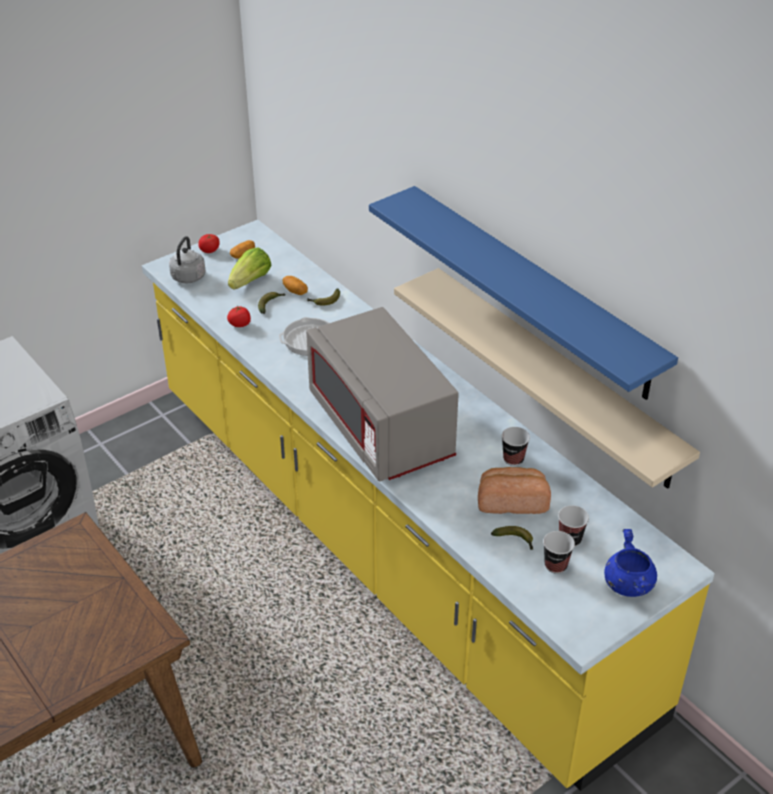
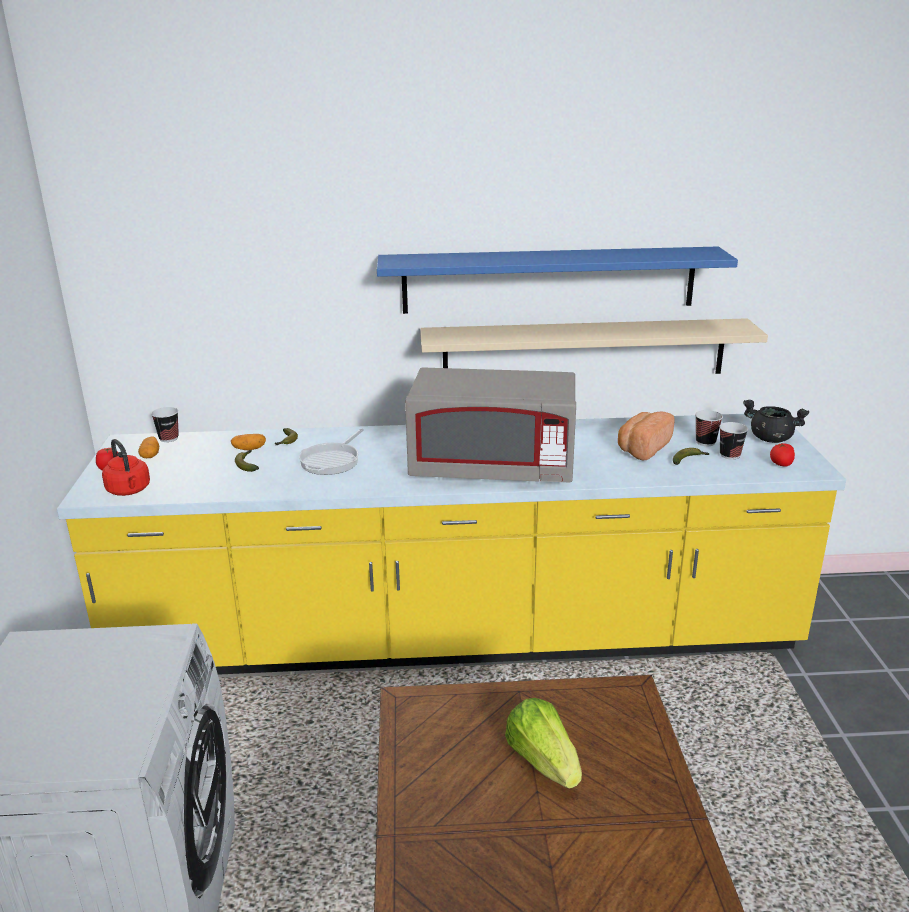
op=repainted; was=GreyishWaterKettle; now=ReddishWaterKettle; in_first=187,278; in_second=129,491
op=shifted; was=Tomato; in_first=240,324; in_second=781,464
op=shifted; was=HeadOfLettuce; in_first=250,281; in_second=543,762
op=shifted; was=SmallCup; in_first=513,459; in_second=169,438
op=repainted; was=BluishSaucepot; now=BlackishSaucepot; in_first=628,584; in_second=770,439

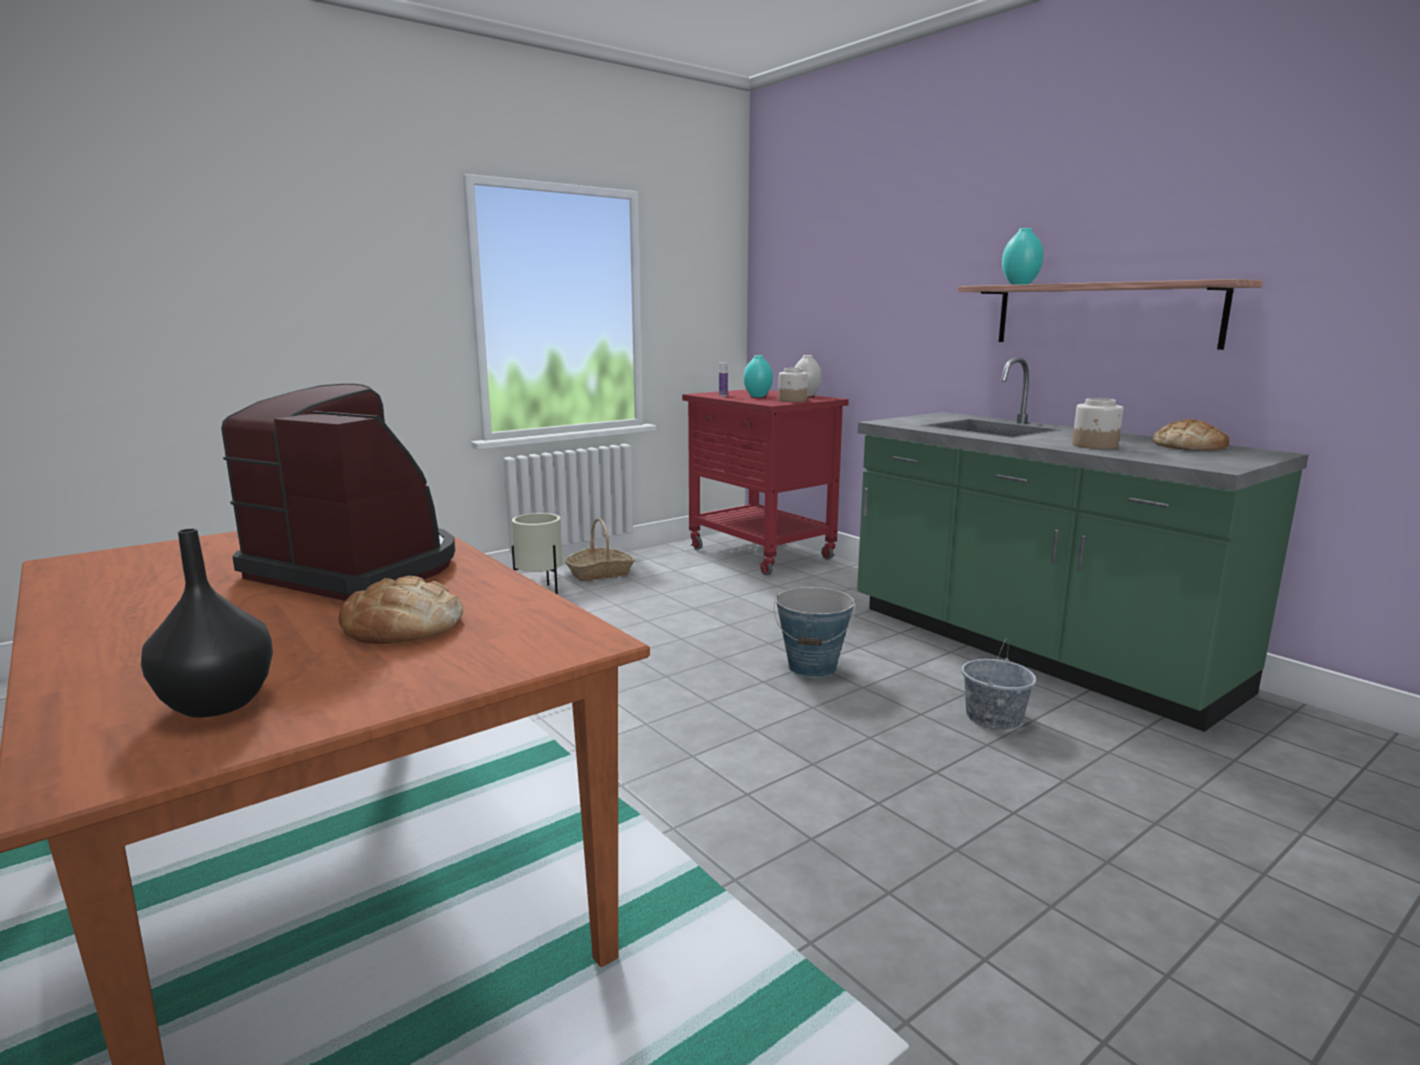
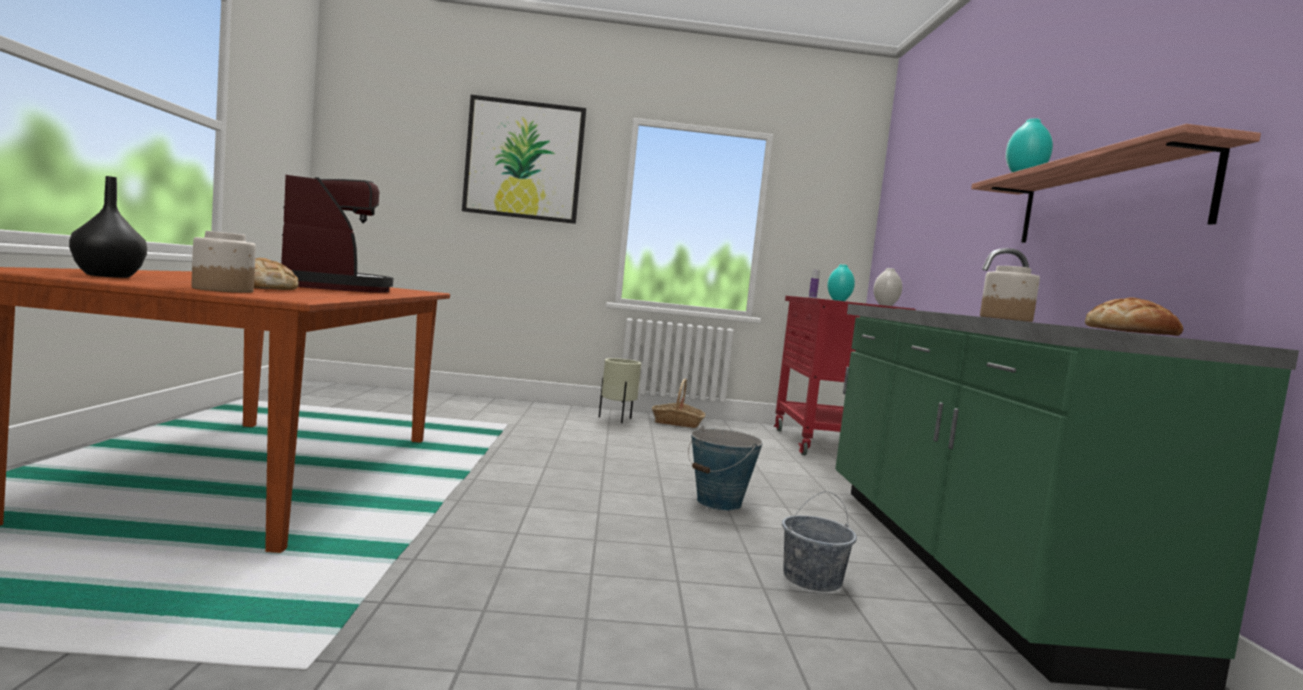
op=shifted; was=PreserveJar; in_first=792,400; in_second=222,290
op=new; now=Picture; in_second=524,160

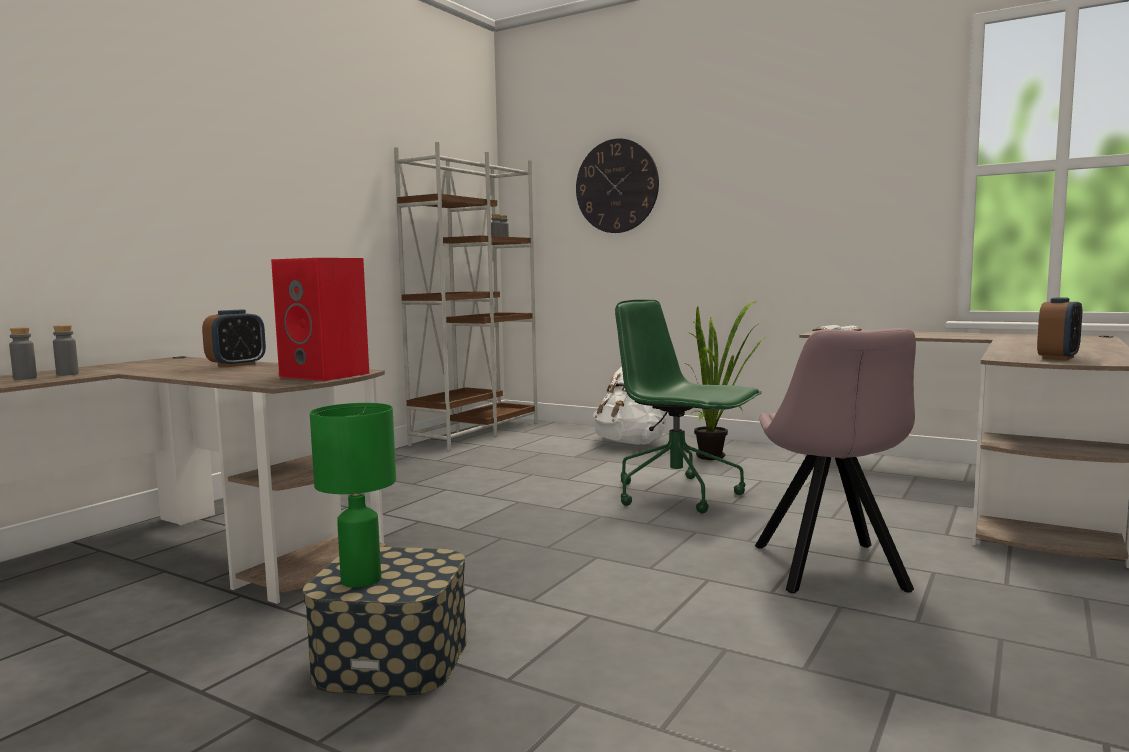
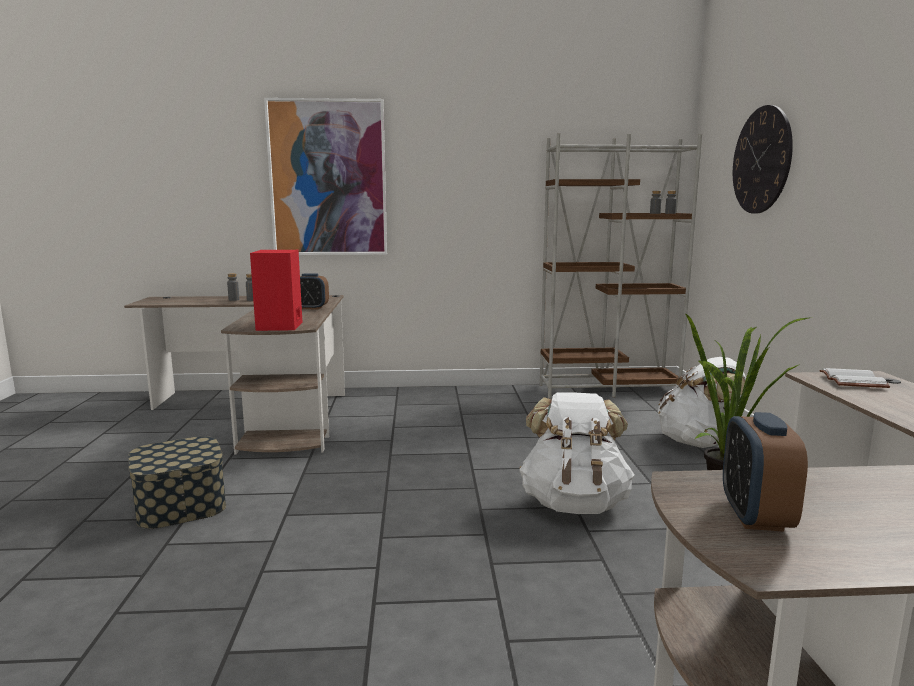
op=gone; was=GreenColouredLampForATable; in_first=362,579
op=swapped; was=GreenColouredOfficeChair; now=WhitishKnapsack; in_first=682,495; in_second=574,503
op=gone; was=PinkishPlainChair; in_first=830,568
op=rotated; was=BedsideClock; in_first=1058,358; in_second=755,516; clockwise=90
op=new; now=Picture; in_second=328,178

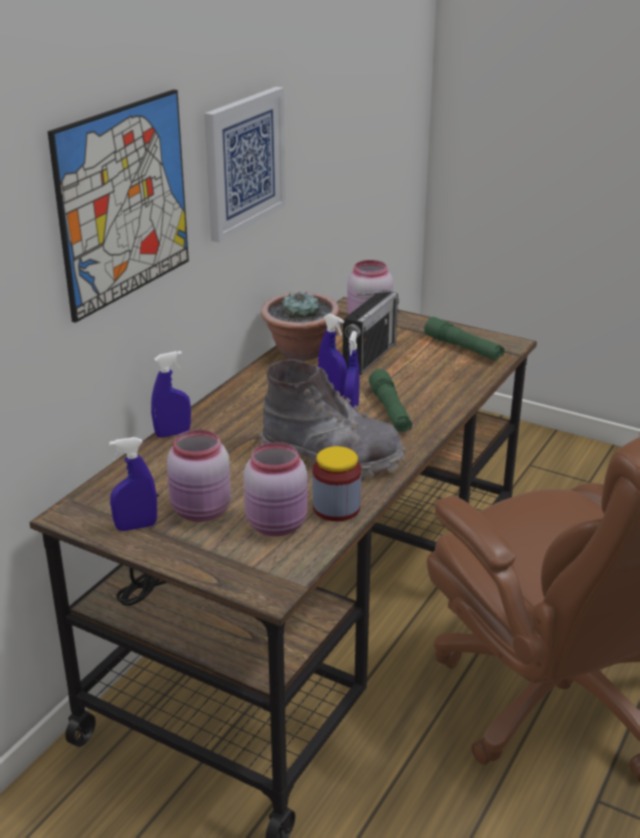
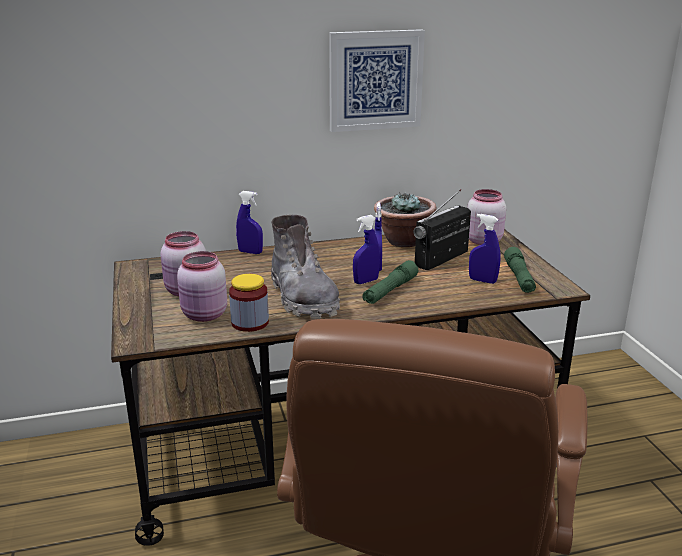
op=gone; was=Picture; in_first=123,202
op=shifted; was=BluishHandSprayer; in_first=136,526; in_second=482,281
op=rotated; was=RadioReceiver; in_first=369,357; in_second=441,259; clockwise=150

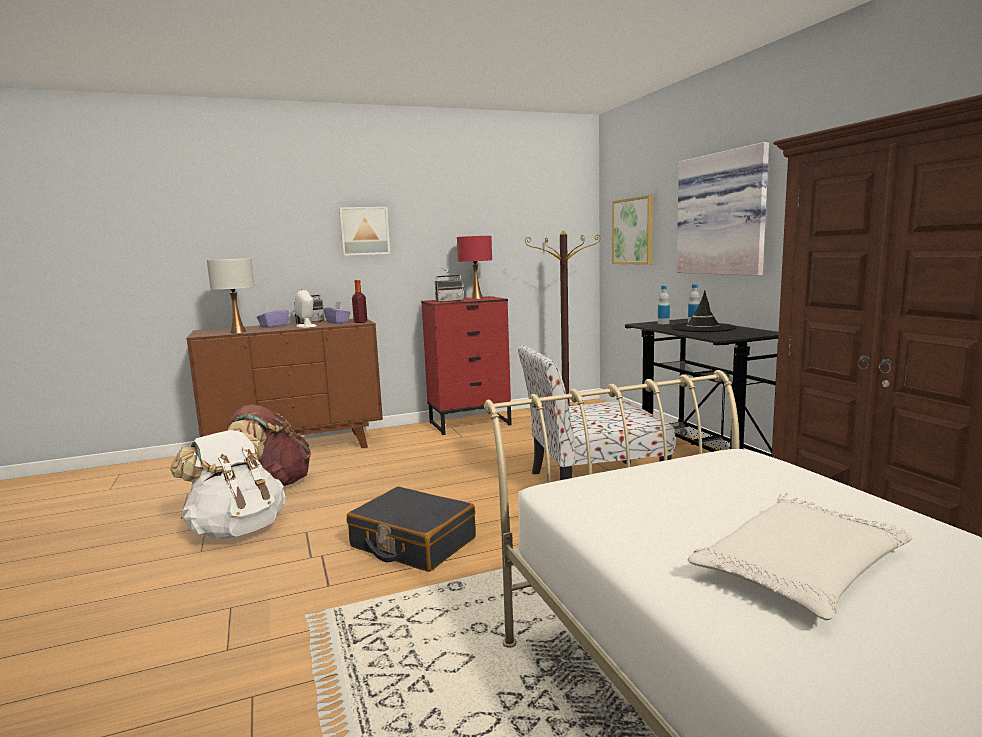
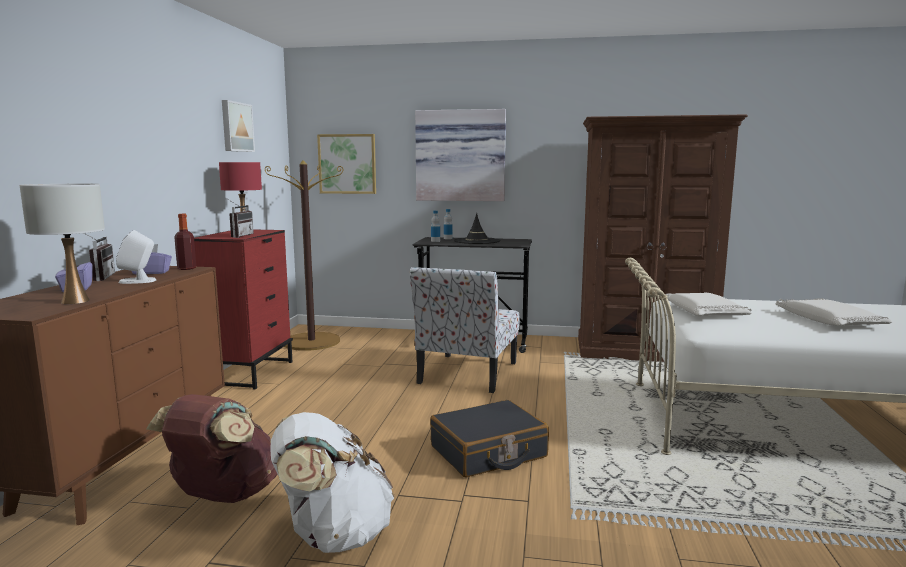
op=shifted; was=Picture; in_first=364,231; in_second=236,127
op=new; now=WhitishPillow; in_second=703,311

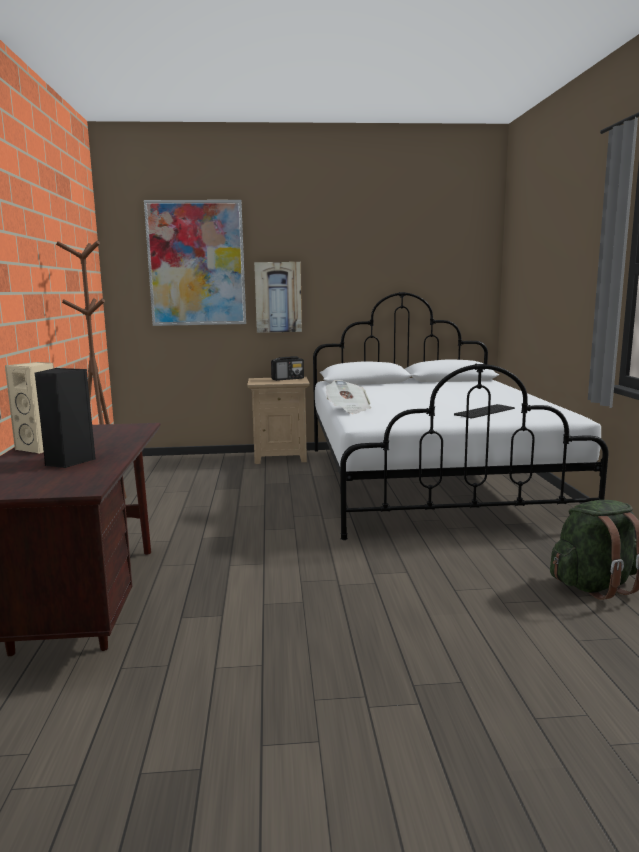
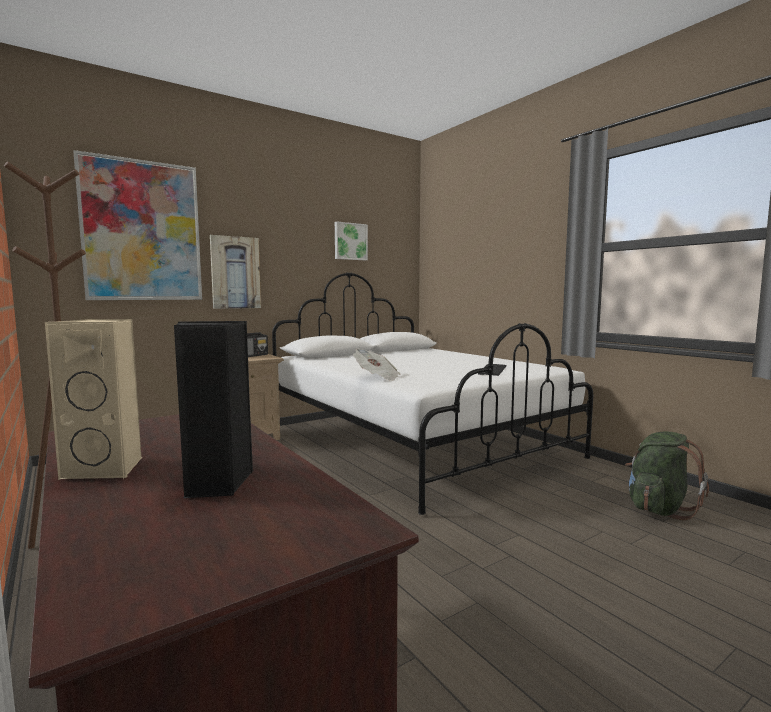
op=new; now=Picture; in_second=350,241

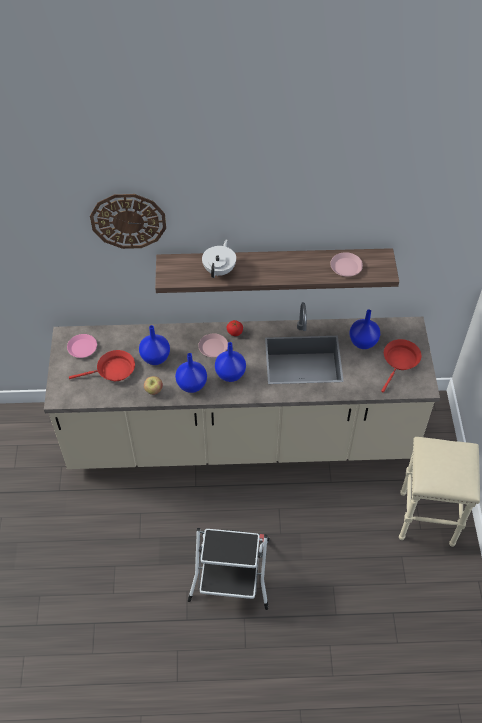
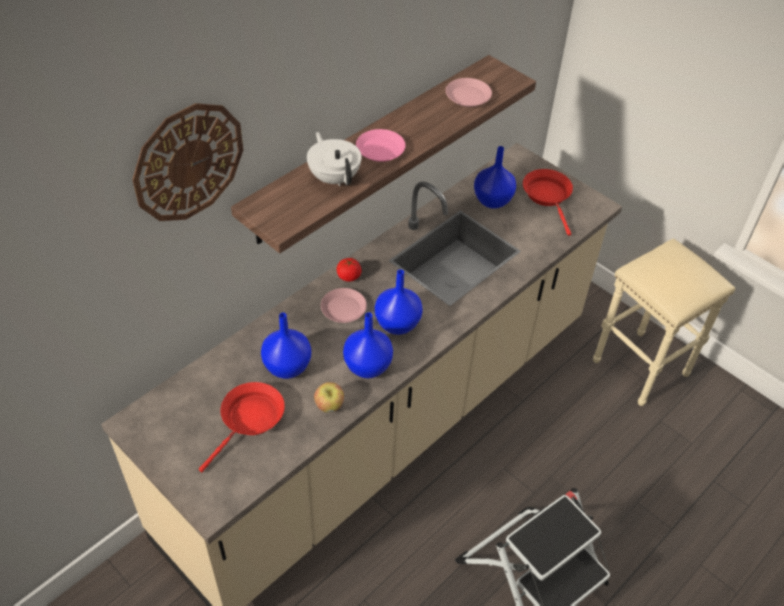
op=shifted; was=PinkishDinnerPlate; in_first=82,347; in_second=380,149

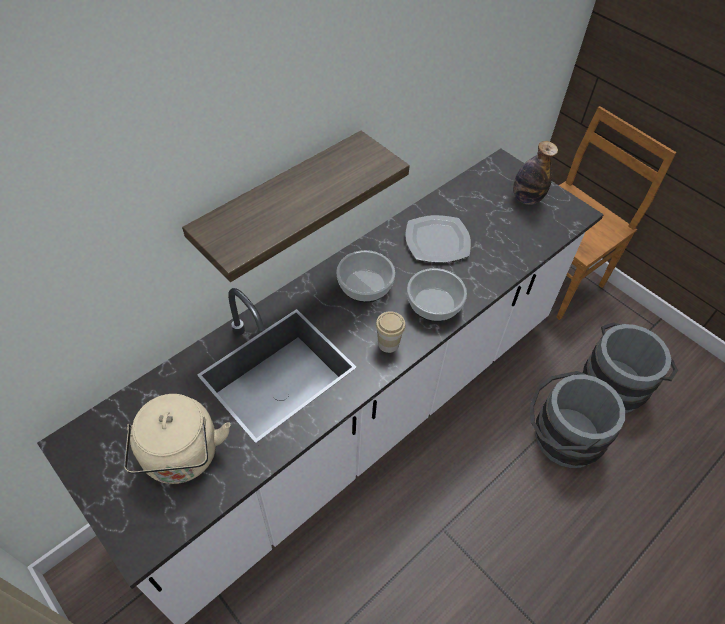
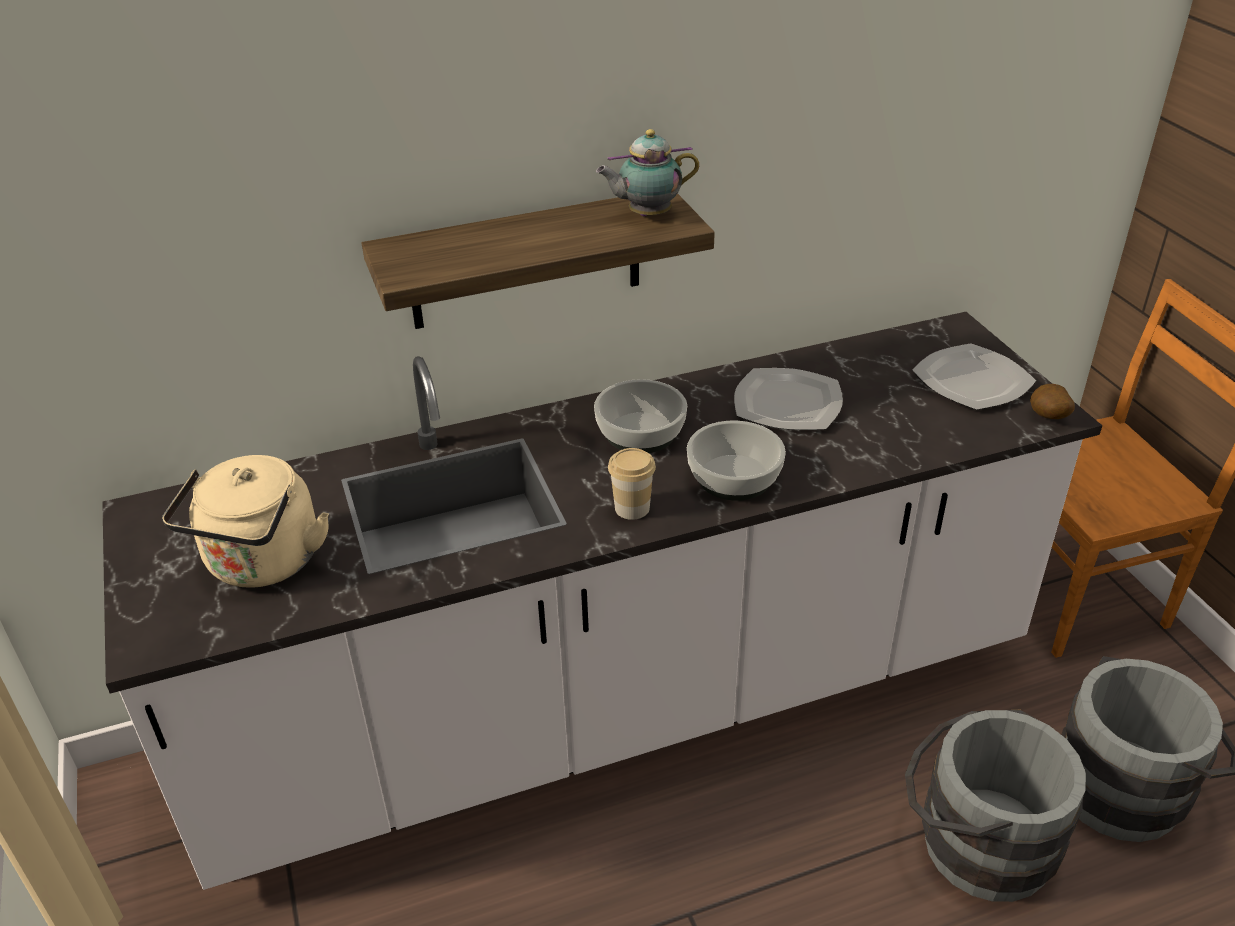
op=swapped; was=BeverageBottle; now=DinnerPlate; in_first=526,198; in_second=972,380
op=new; now=Teapot; in_second=646,215
op=new; now=Spud; in_second=1047,418

